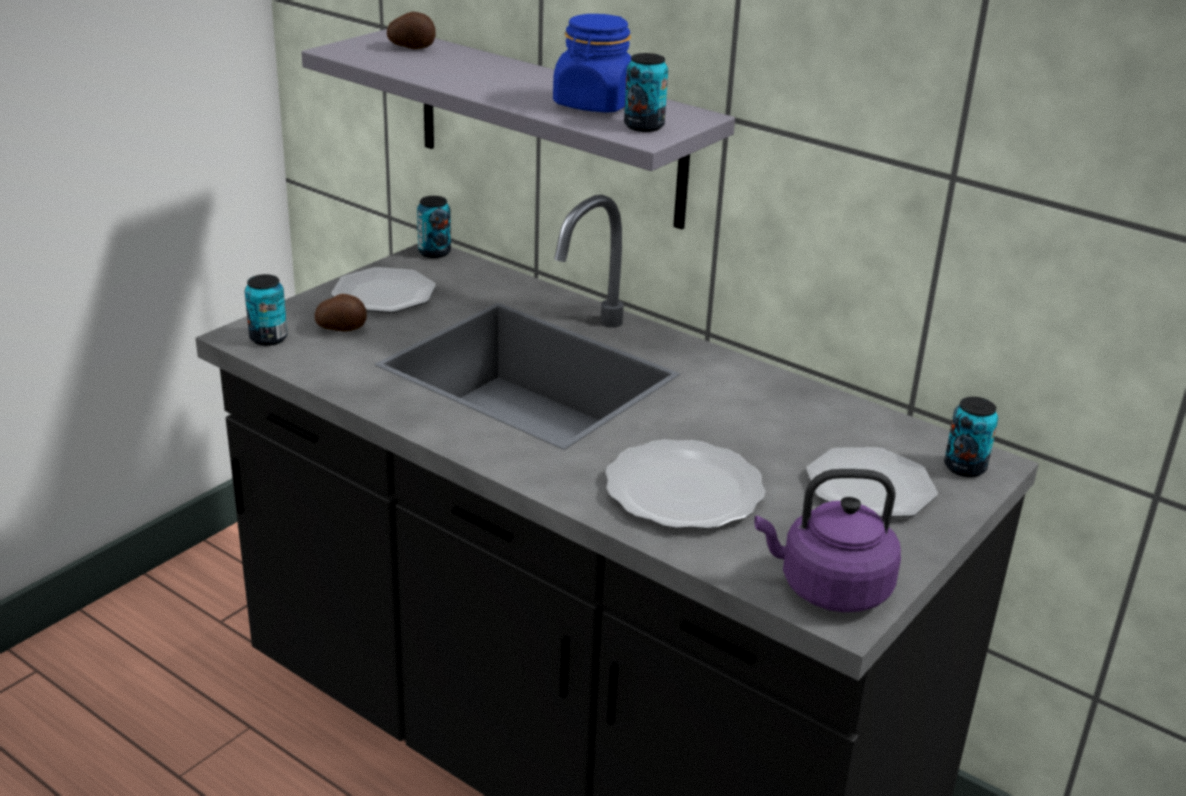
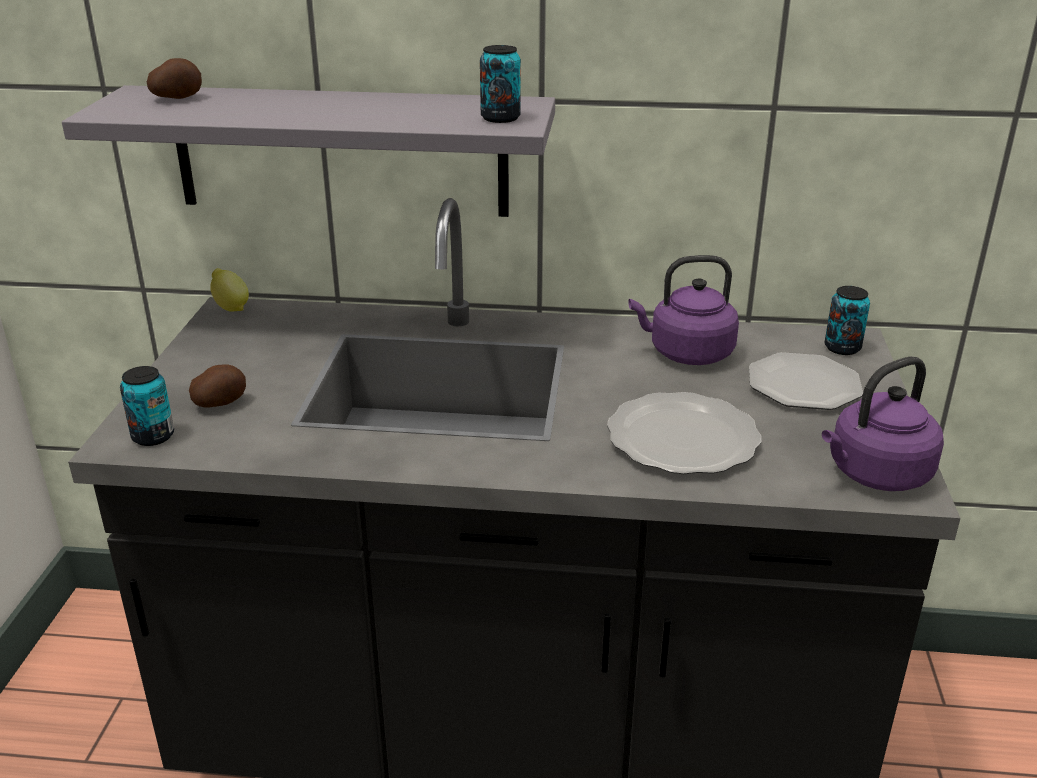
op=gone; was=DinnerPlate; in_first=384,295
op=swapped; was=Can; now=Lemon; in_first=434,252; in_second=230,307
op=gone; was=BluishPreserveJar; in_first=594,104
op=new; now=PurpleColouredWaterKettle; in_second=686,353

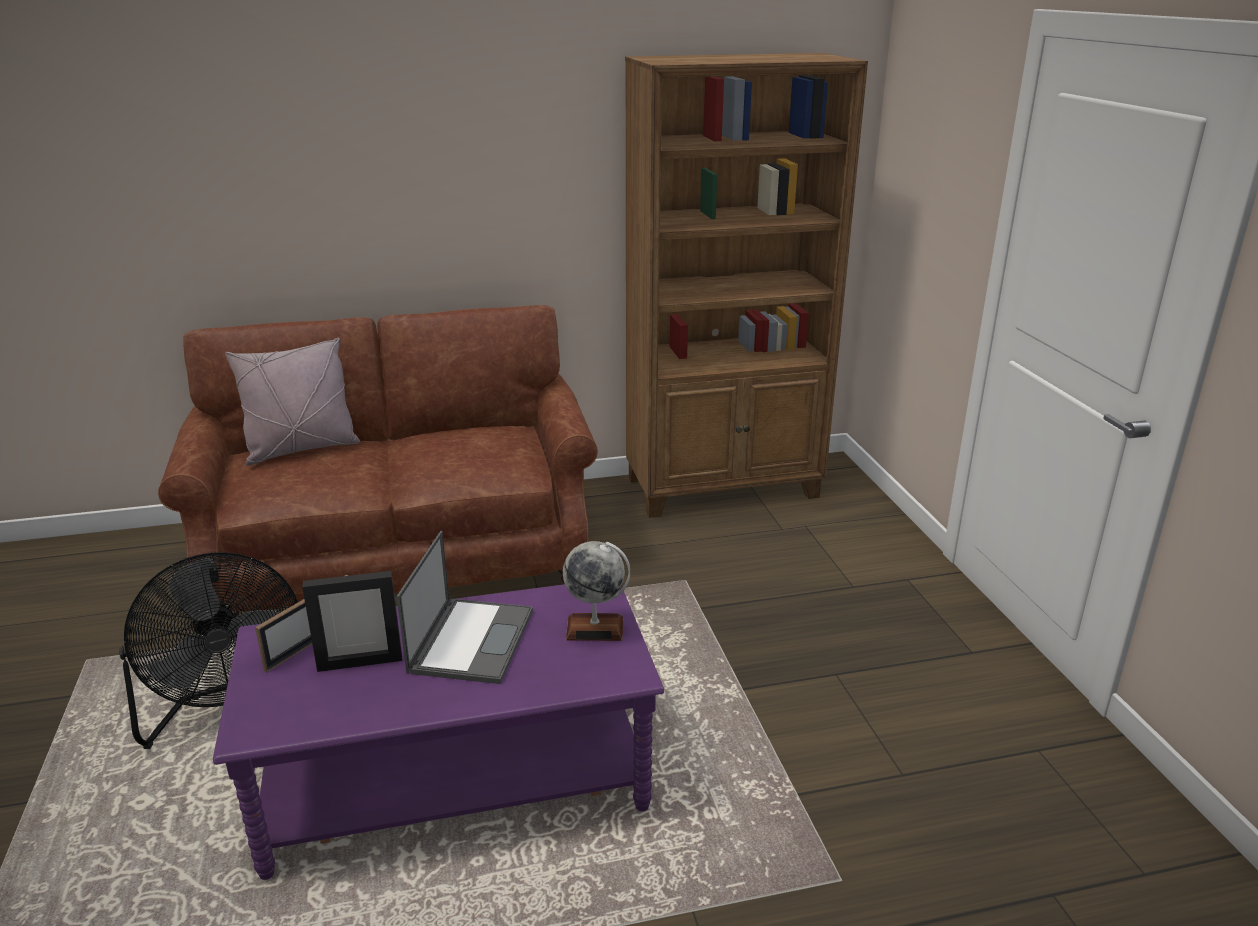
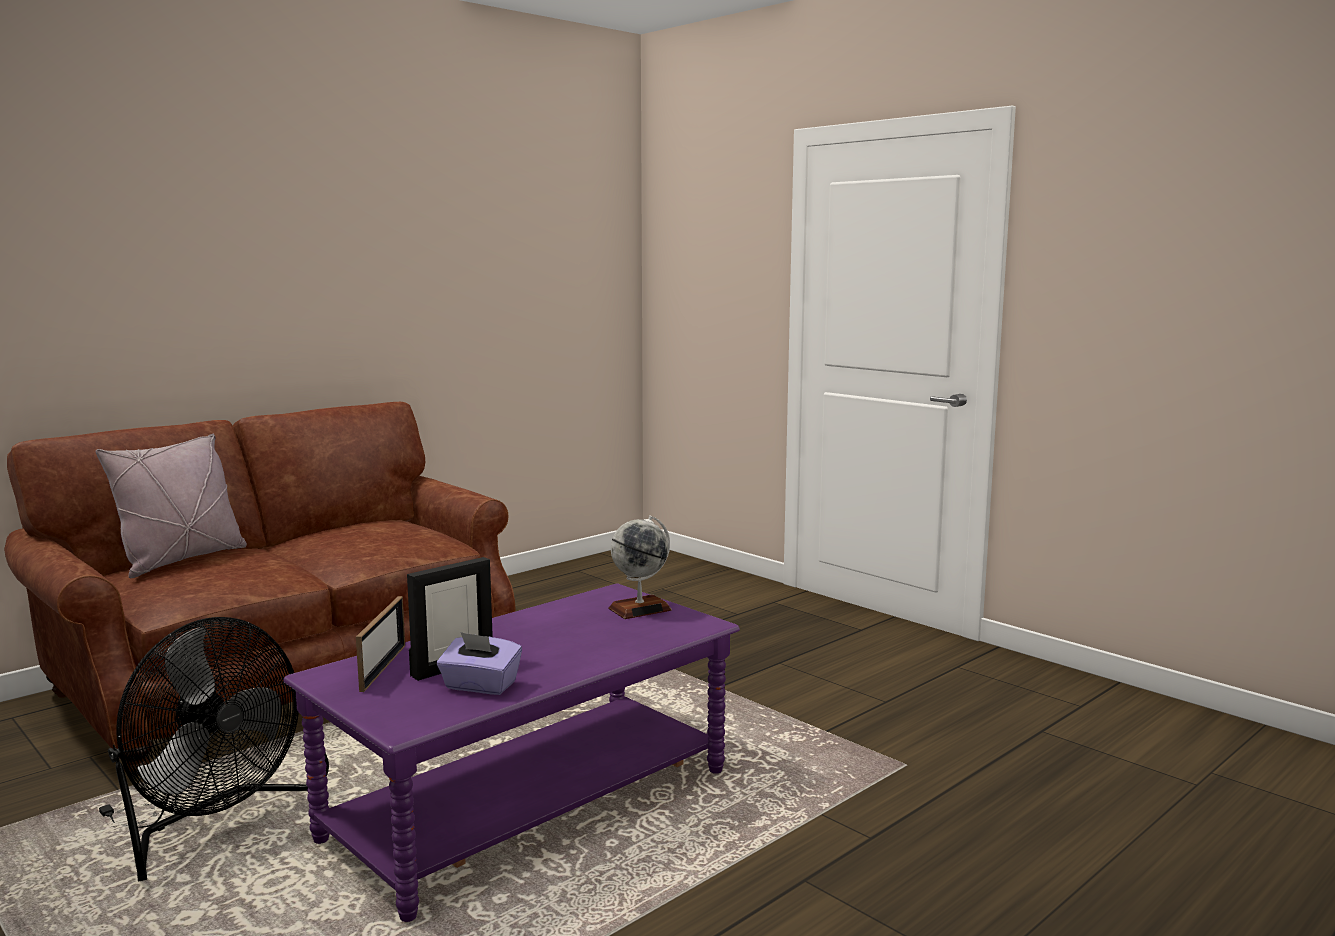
op=gone; was=NotebookComputer; in_first=472,640
op=gone; was=BrownishShelvingUnit; in_first=724,488
op=new; now=PurpleColouredBoxOfTissues; in_second=480,686

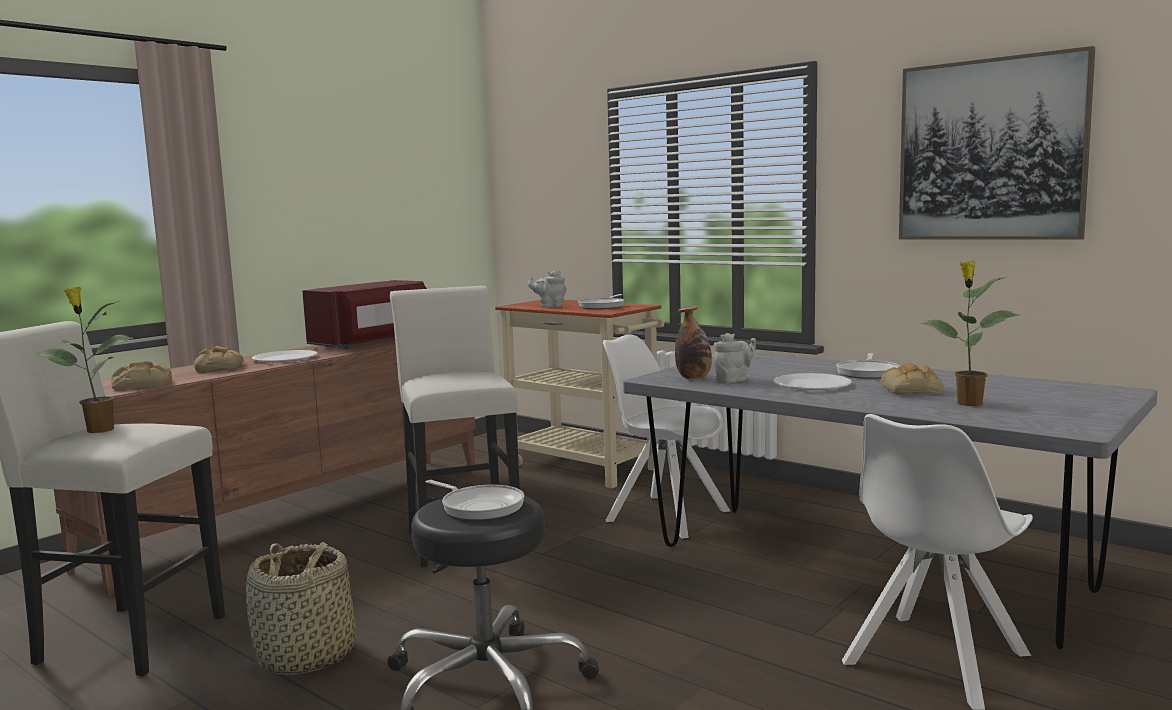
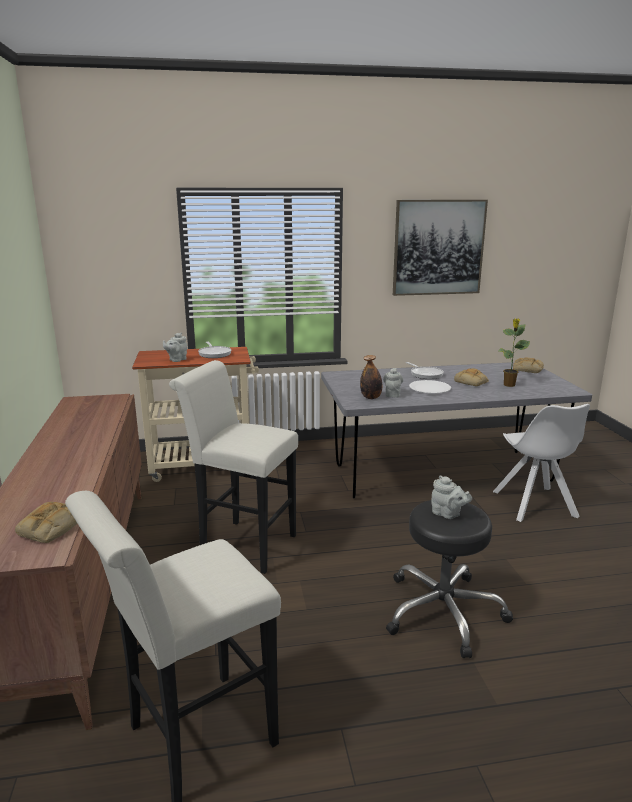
op=gone; was=PlantInAPot; in_first=98,430
op=shifted; was=BakeryBread; in_first=219,367; in_second=527,369
op=gone; was=HouseholdBasket; in_first=306,657
op=gone; was=WhitishDinnerPlate; in_first=285,358
op=gone; was=ReddishKitchenMicrowave; in_first=374,342
op=swapped; was=Pan; now=GreyishTeapot; in_first=479,507; in_second=448,514
op=gone; was=WhitishPlainChair; in_first=666,516

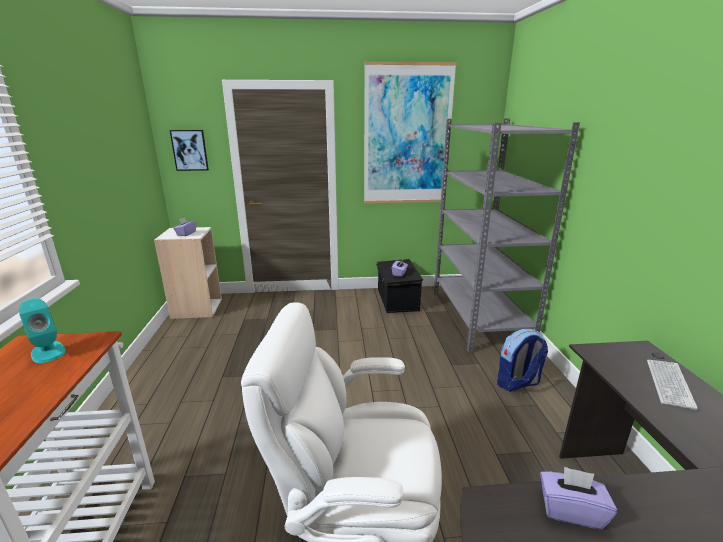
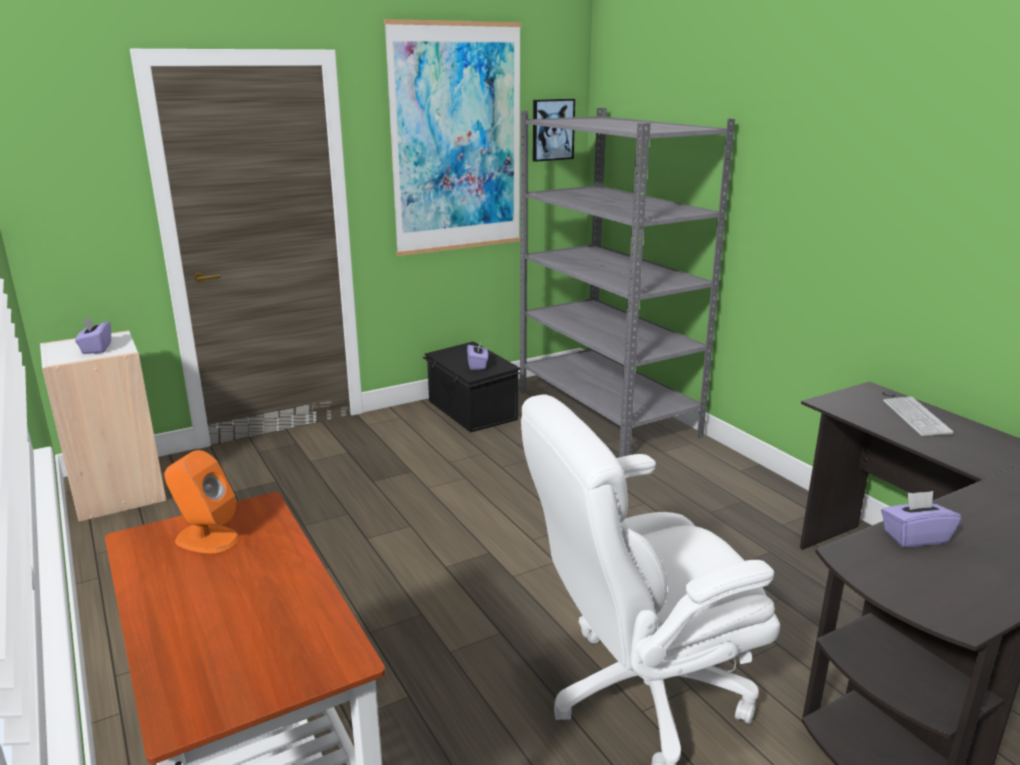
op=repainted; was=TurquoiseLoudspeaker; now=OrangeyLoudspeaker; in_first=48,352; in_second=206,538
op=shifted; was=Picture; in_first=190,150; in_second=552,129
op=gone; was=Knapsack; in_first=517,383

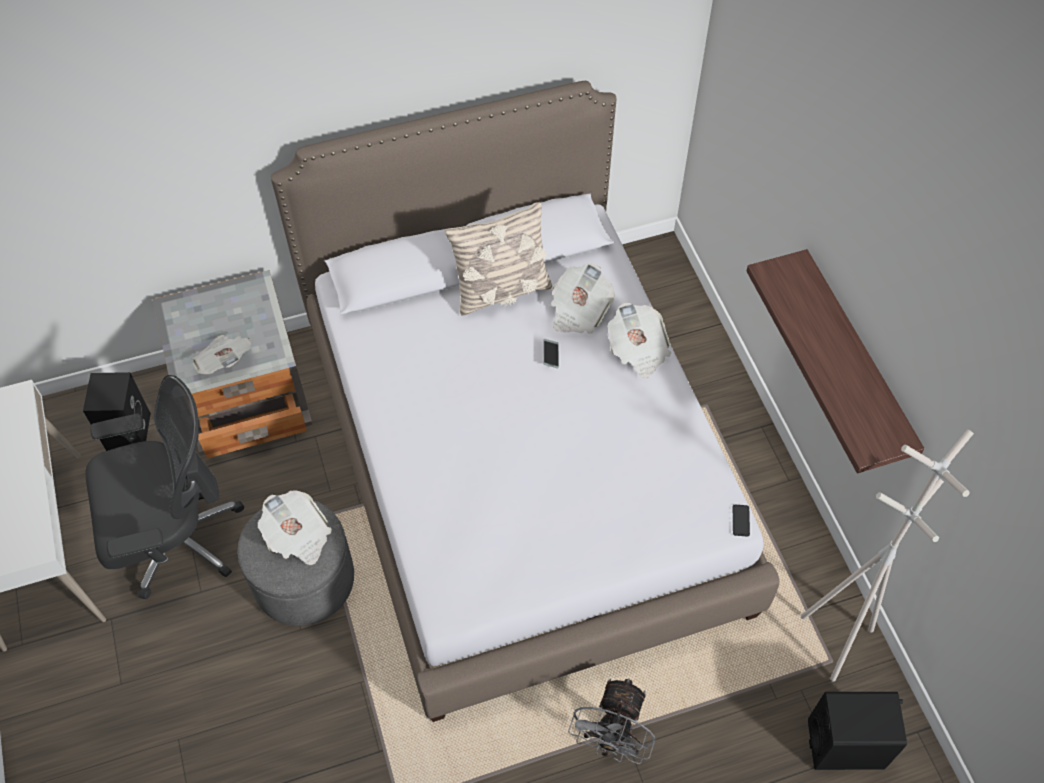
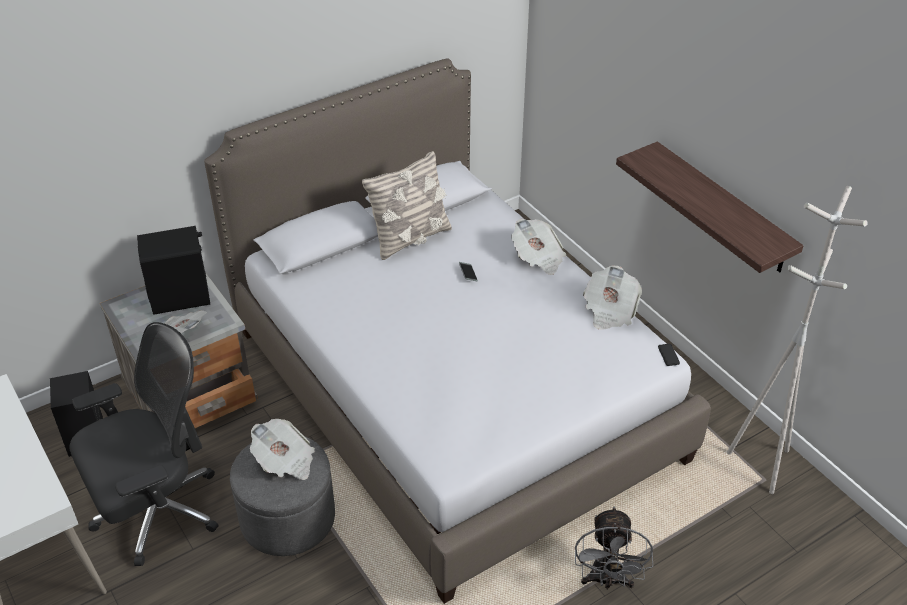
op=shifted; was=PrintedPaper; in_first=578,311; in_second=609,311
op=shifted; was=BlackishLoudspeaker; in_first=845,744; in_second=180,297

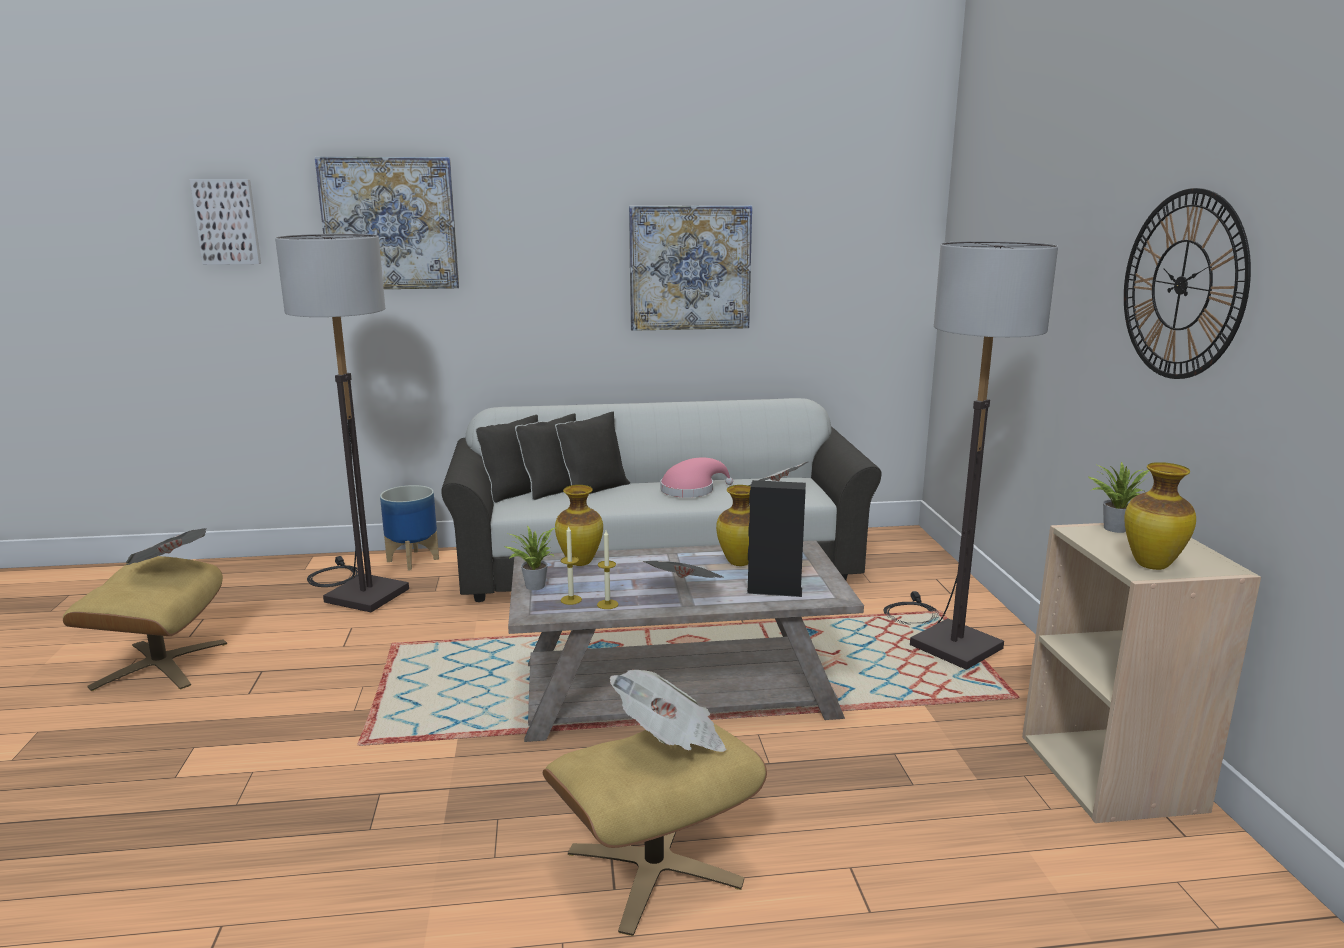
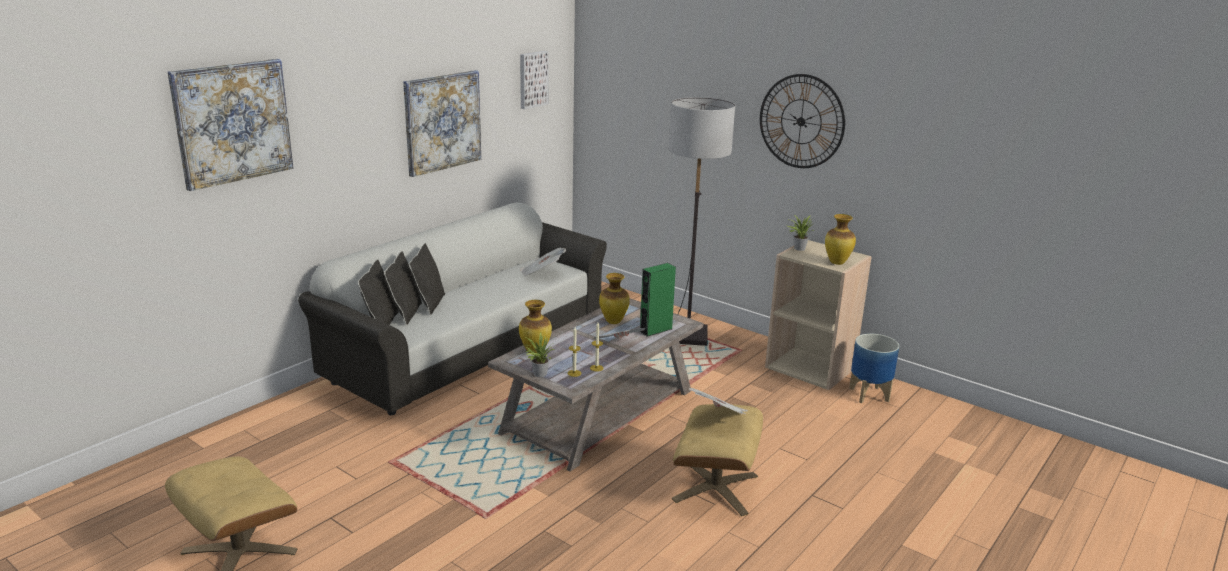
op=gone; was=PrintedPaper; in_first=169,566
op=shifted; was=Picture; in_first=227,222; in_second=532,79
op=gone; was=StandardLamp; in_first=357,591
op=shifted; was=PlantPot; in_first=413,560; in_second=868,394
op=gone; was=PinkishClothingHat; in_first=691,490
op=repainted; was=BlackishLoudspeaker; now=GreenColouredLoudspeaker; in_first=774,590; in_second=655,330

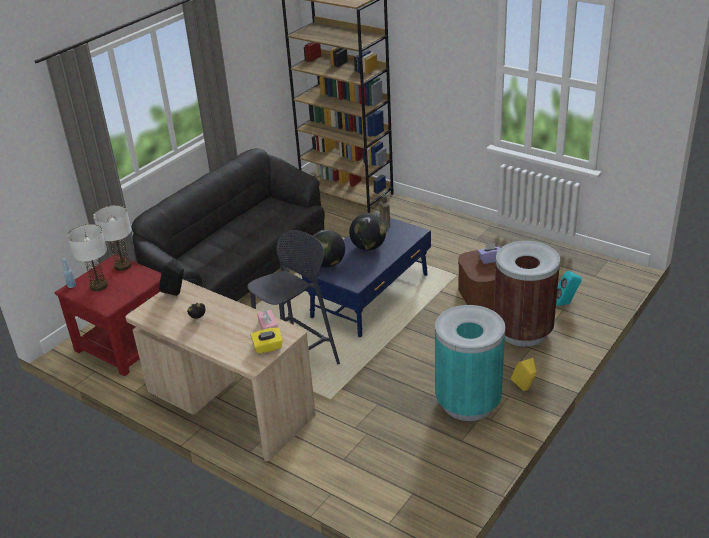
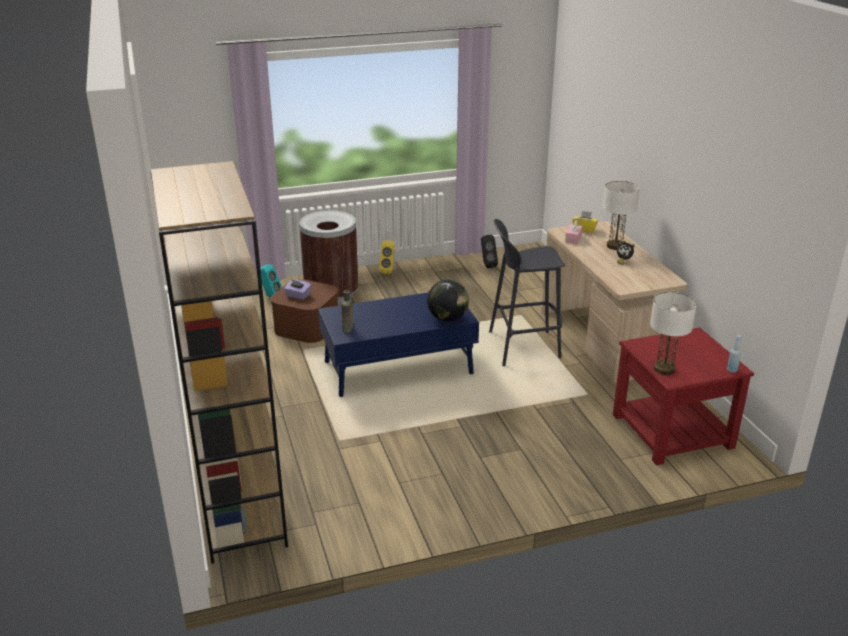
op=shifted; was=LampForATable; in_first=98,286; in_second=615,246
op=gone; was=BlackishSettee; in_first=240,270
op=shifted; was=BlackishLoudspeaker; in_first=176,295; in_second=487,265
op=gone; was=Globe; in_first=368,247
op=gone; was=TurquoiseWasteBin; in_first=468,403

